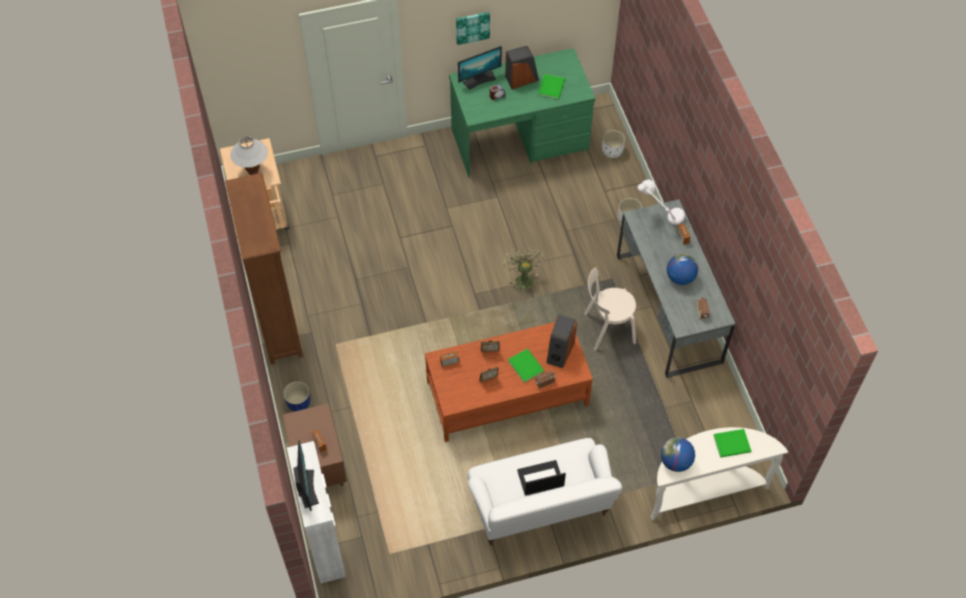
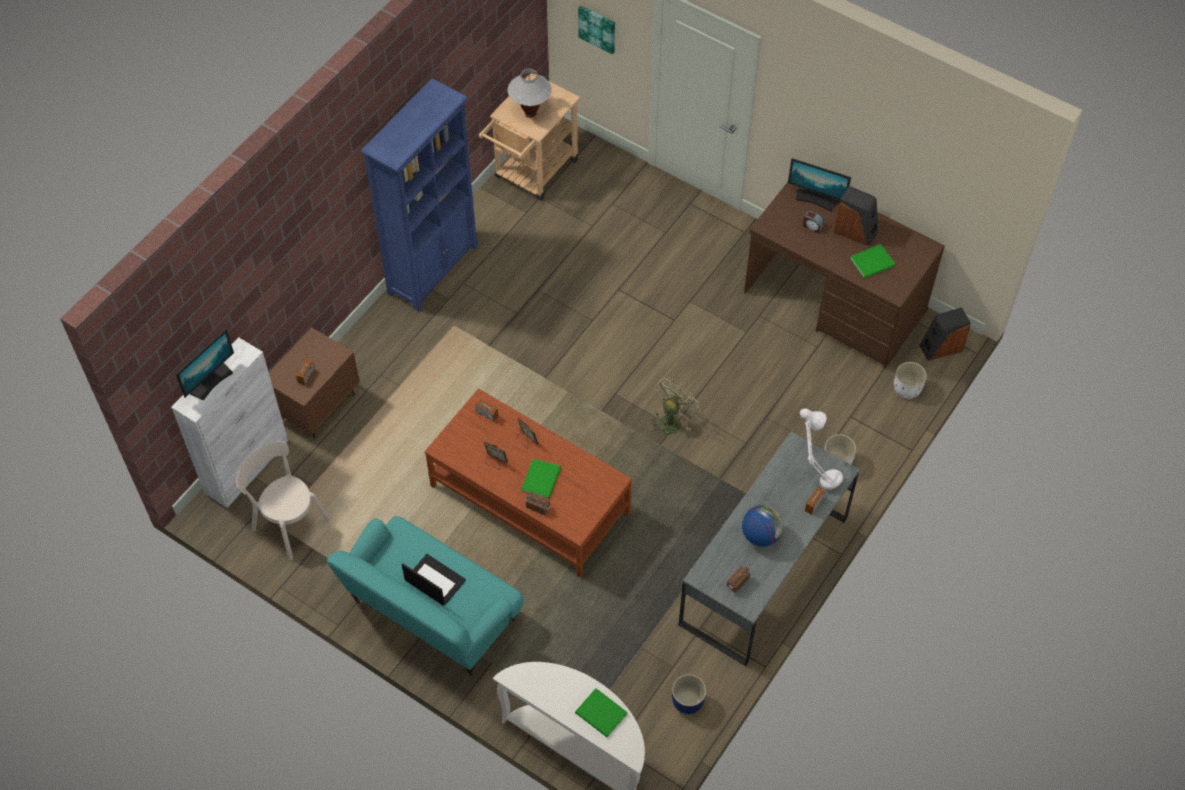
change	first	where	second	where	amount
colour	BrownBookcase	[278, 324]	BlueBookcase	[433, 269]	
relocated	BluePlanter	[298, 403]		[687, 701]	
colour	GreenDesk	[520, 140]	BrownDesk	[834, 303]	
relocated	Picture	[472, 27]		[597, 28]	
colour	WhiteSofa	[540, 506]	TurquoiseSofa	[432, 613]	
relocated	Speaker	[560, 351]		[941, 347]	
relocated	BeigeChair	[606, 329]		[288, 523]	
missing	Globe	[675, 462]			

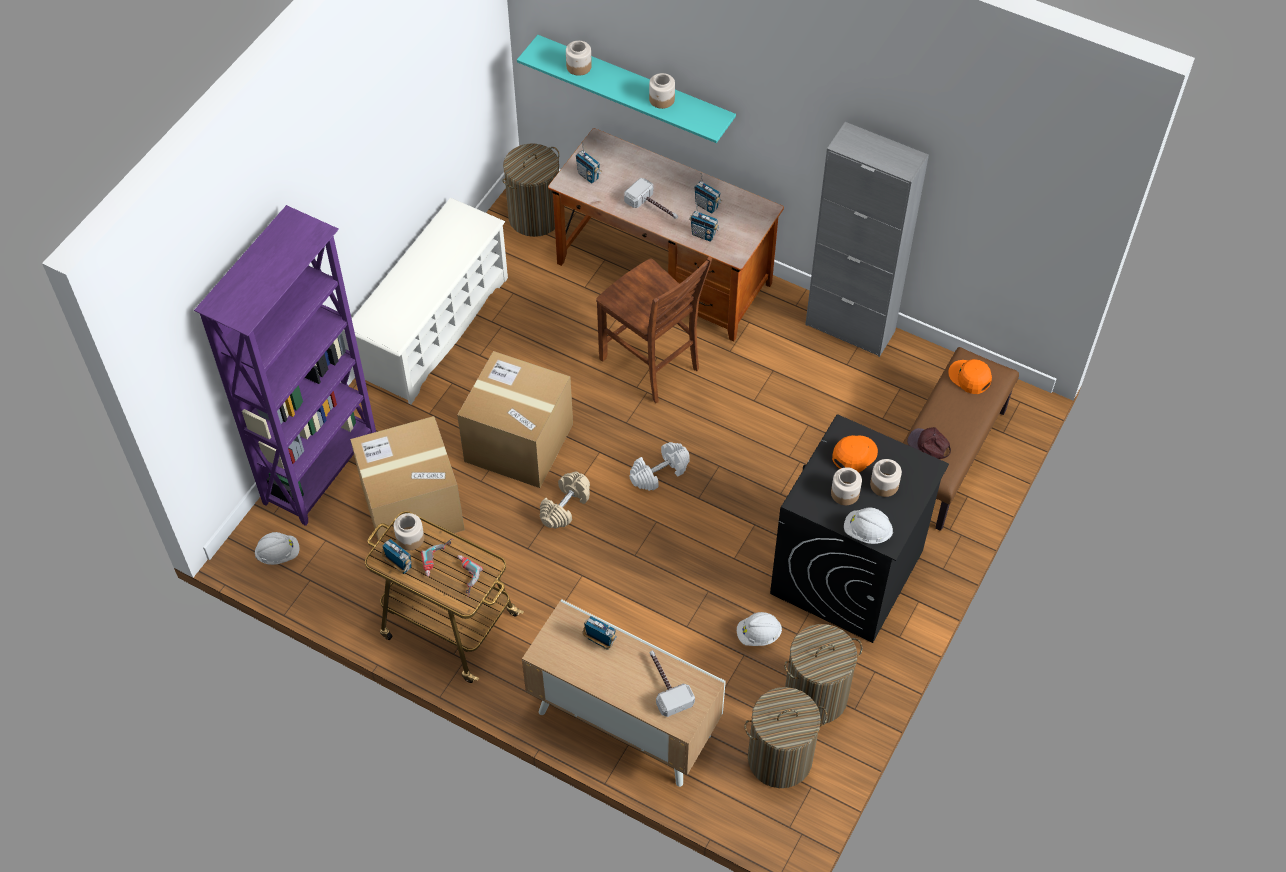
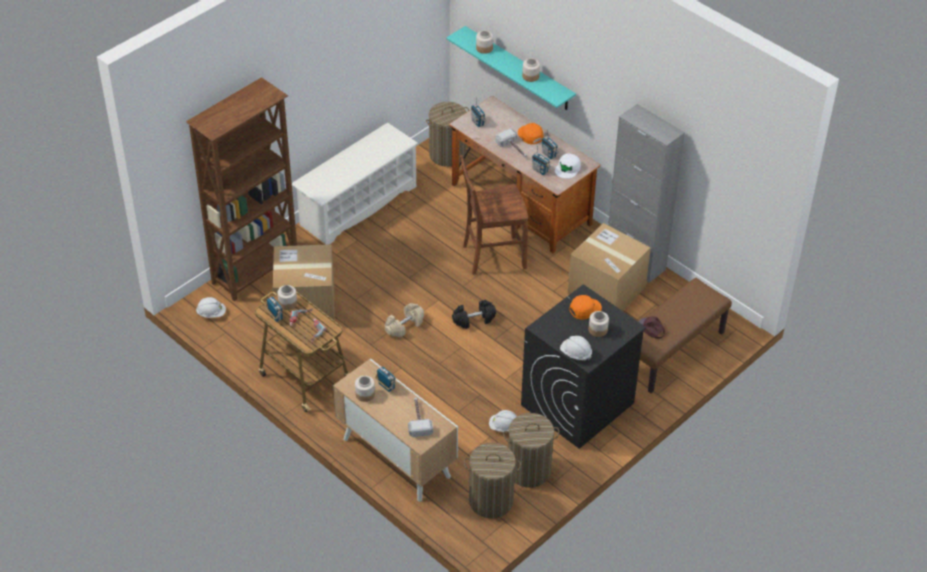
change	first	where	second	where	amount
colour	PurpleBookcase	[322, 468]	BrownBookcase	[256, 271]	
relocated	CardboardBox	[519, 442]		[606, 290]	
spun	BrownChair	[651, 365]		[492, 256]	105 degrees clockwise
colour	WhiteDumbbell	[659, 473]	BlackDumbbell	[474, 320]	
relocated	Jar	[845, 493]		[365, 394]	
relocated	OrangeCap	[970, 377]		[530, 135]	
appeared			WhiteCap	[568, 168]	

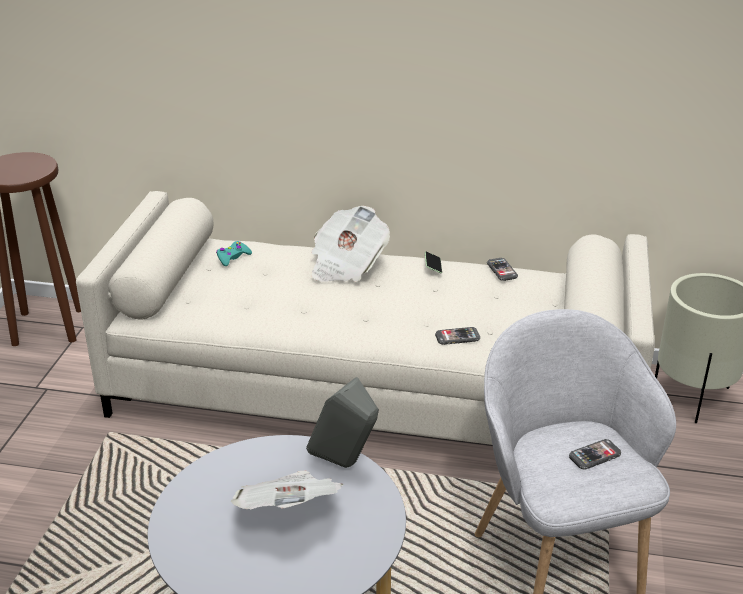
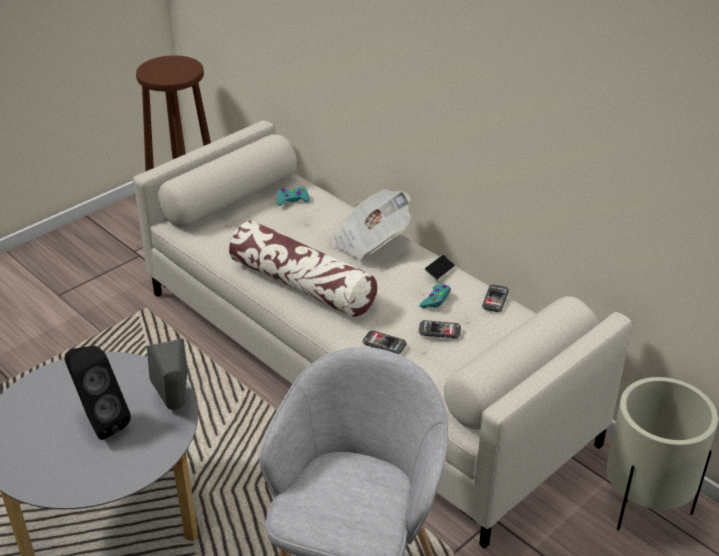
change	first	where	second	where	amount
exchanged	Newspaper	[289, 512]	BlackSpeaker	[100, 422]	
relocated	Phone	[594, 456]		[439, 330]	
appeared			Pillow	[302, 285]	
appeared			TurquoiseGameController	[436, 300]	

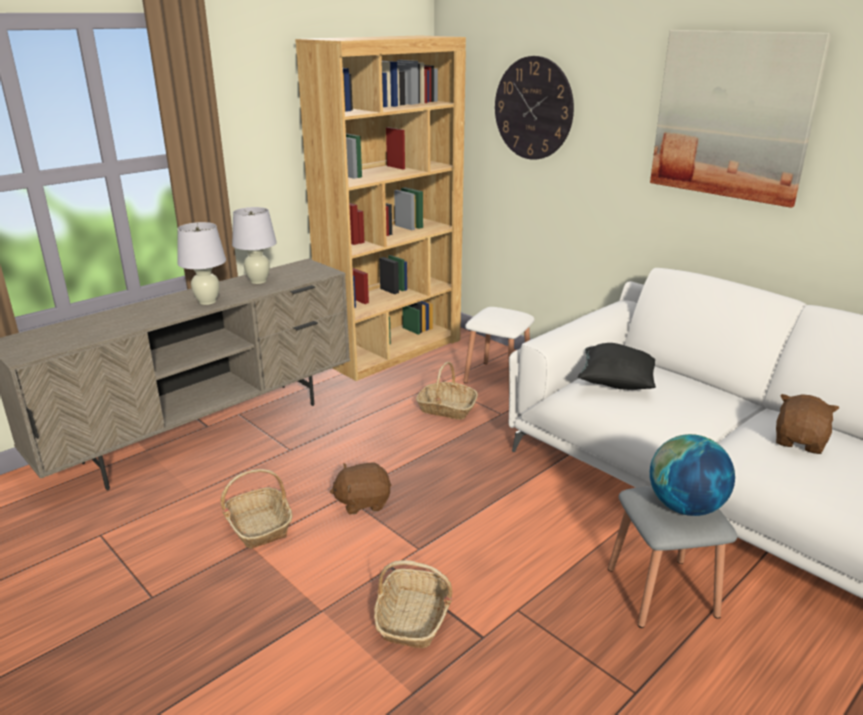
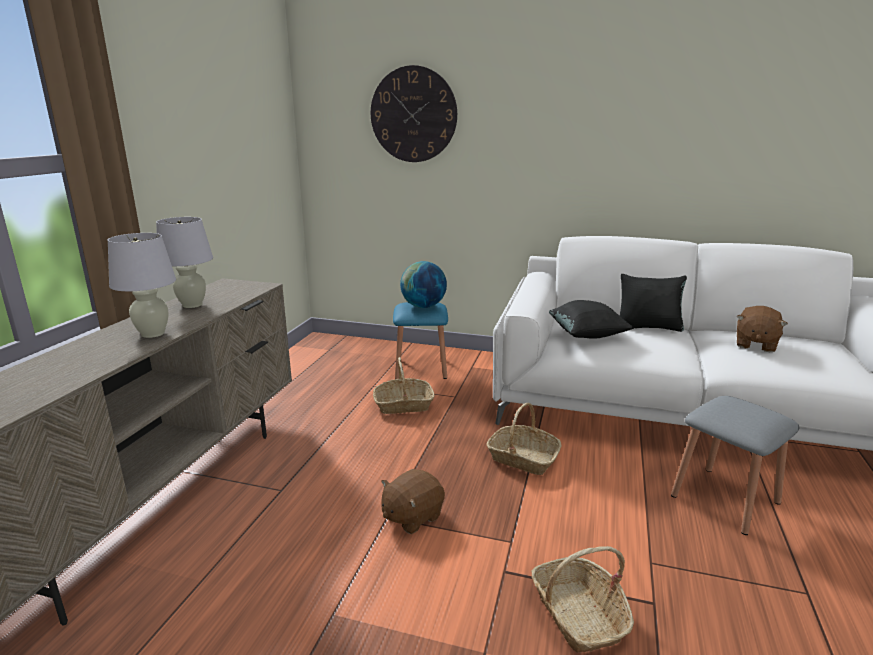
change	first	where	second	where	amount
relocated	Basket	[259, 526]		[522, 458]	
missing	BrownBookcase	[392, 350]			
colour	WhiteStool	[497, 377]	BlueStool	[421, 368]	
missing	Picture	[732, 115]			
relocated	Globe	[685, 507]		[423, 306]	
spun	BrownPlushToy	[800, 442]		[755, 344]	150 degrees counterclockwise
appeared			BlackPillow	[649, 327]	

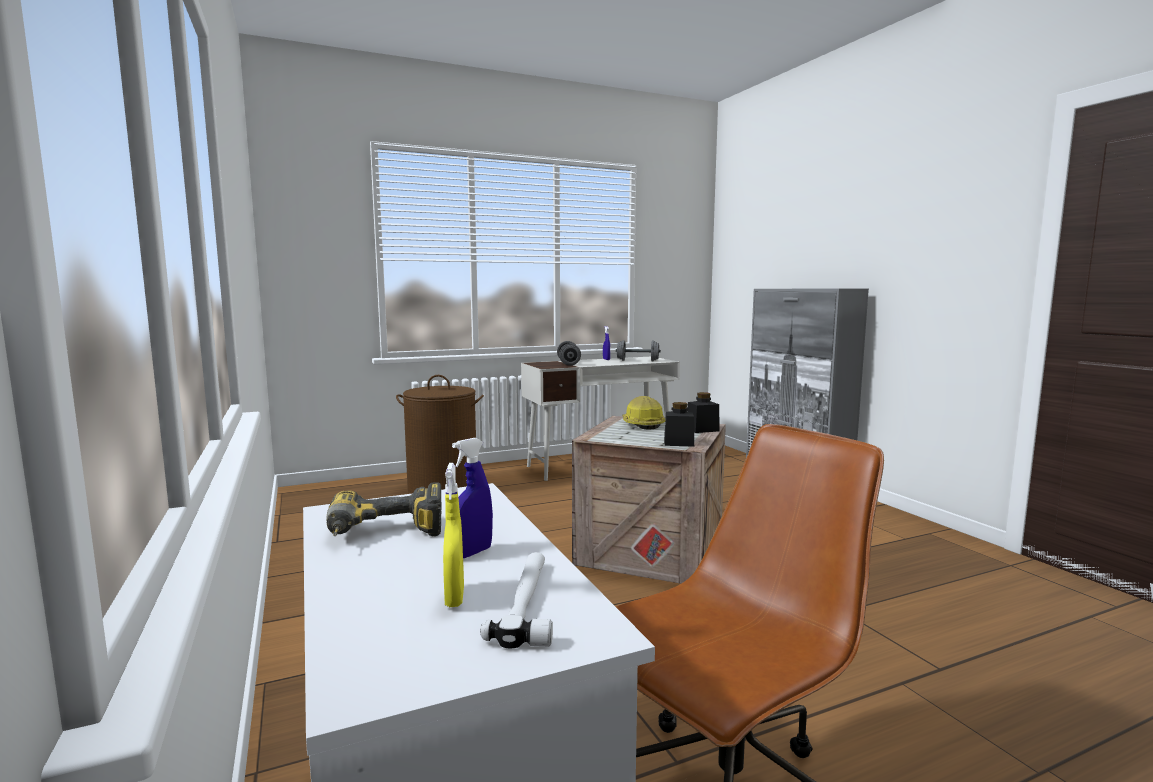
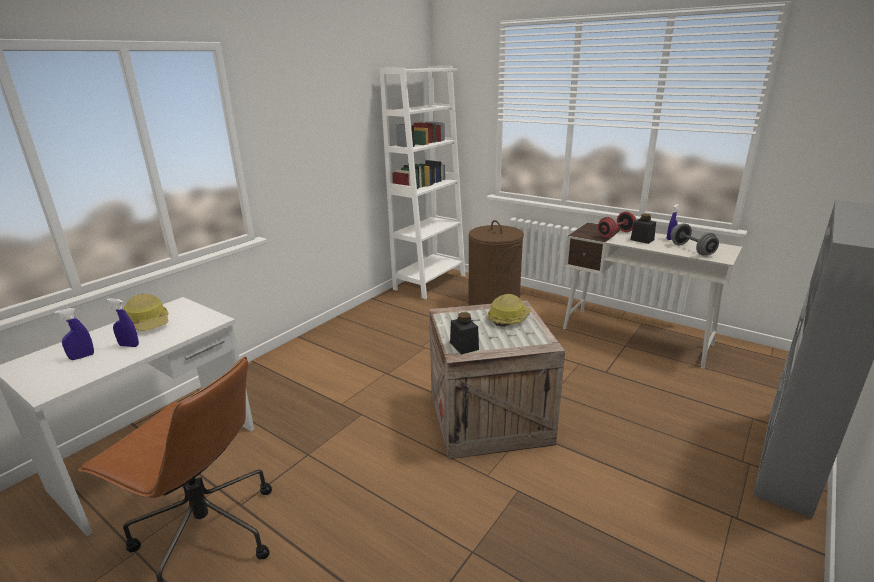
change	first	where	second	where	amount
exchanged	PowerDrill	[385, 535]	HardHat	[149, 323]	
colour	YellowSprayBottle	[454, 597]	BlueSprayBottle	[82, 357]	
missing	Hammer	[528, 602]			
colour	GreyDumbbell	[568, 363]	RedDumbbell	[615, 234]	
relocated	BlackJar	[702, 429]		[642, 240]	
appeared			WhiteBookcase	[430, 282]	

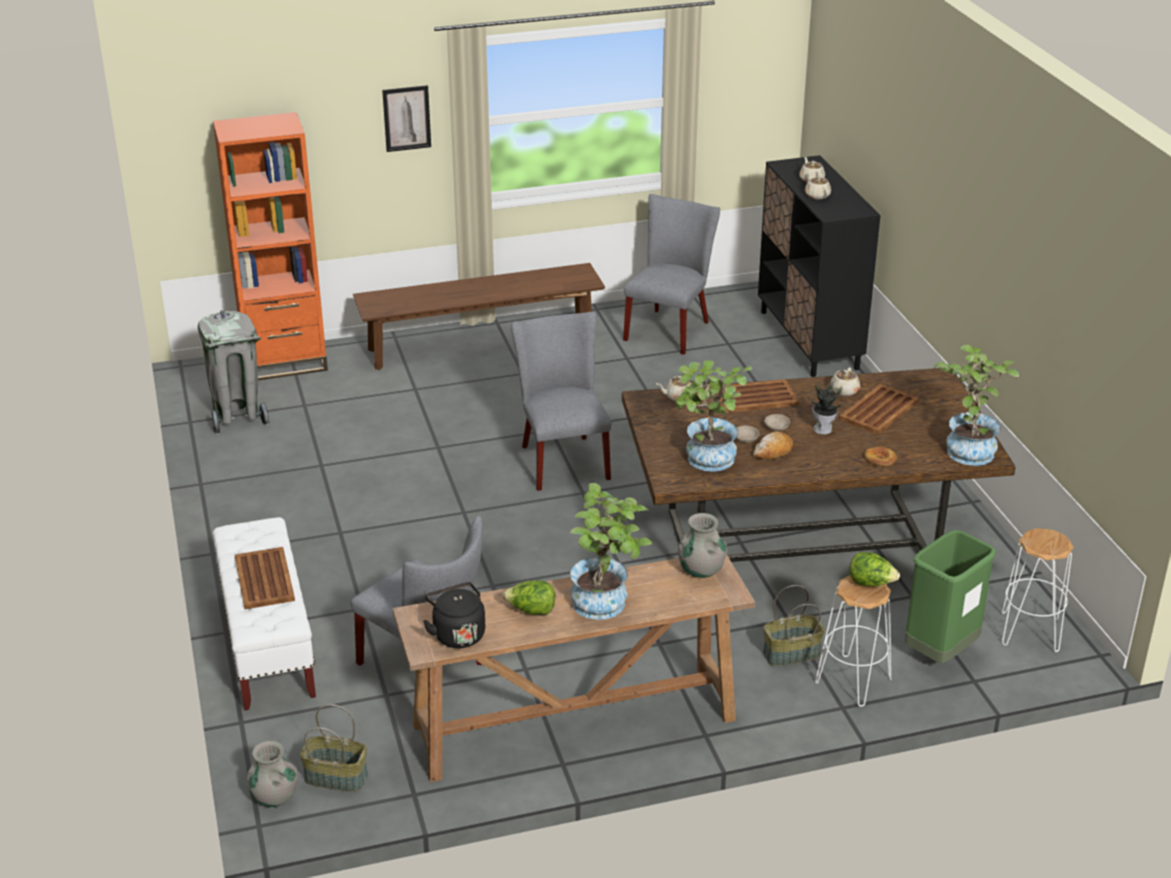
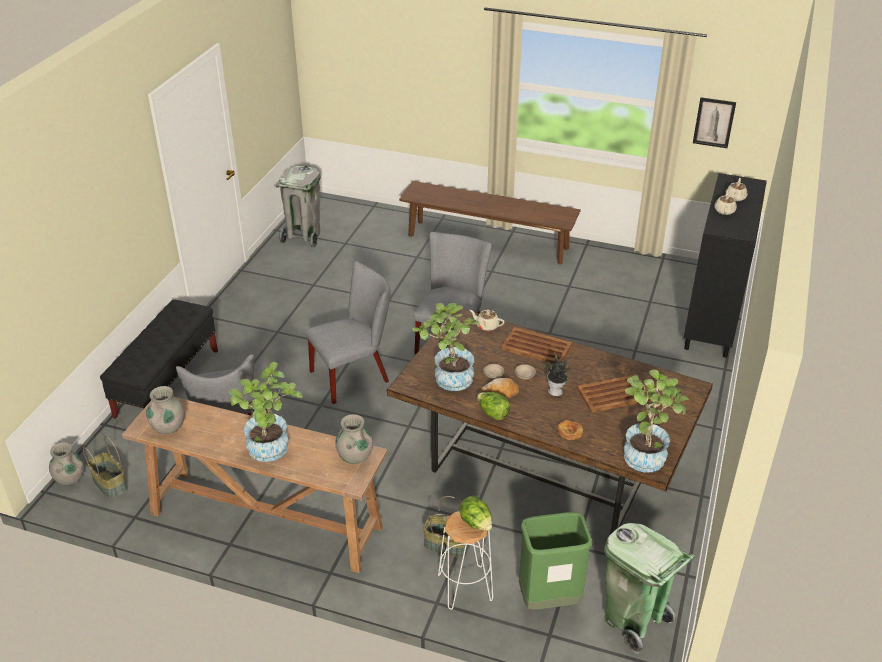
change	first	where	second	where	amount
colour	WhiteBench	[268, 644]	BlackBench	[167, 383]	
missing	OrangeBookcase	[285, 363]			
missing	BrownTray	[264, 578]			
relocated	Picture	[406, 118]		[714, 122]	
exchanged	BlackKettle	[457, 634]	GreyVase	[168, 427]	
relocated	Lettuce	[531, 611]		[492, 414]	
relocated	GreyChair	[670, 328]		[354, 375]	
missing	BeigeTeapot	[844, 391]			
exchanged	WhiteStool	[1030, 632]	GreenTrashCan	[633, 620]	

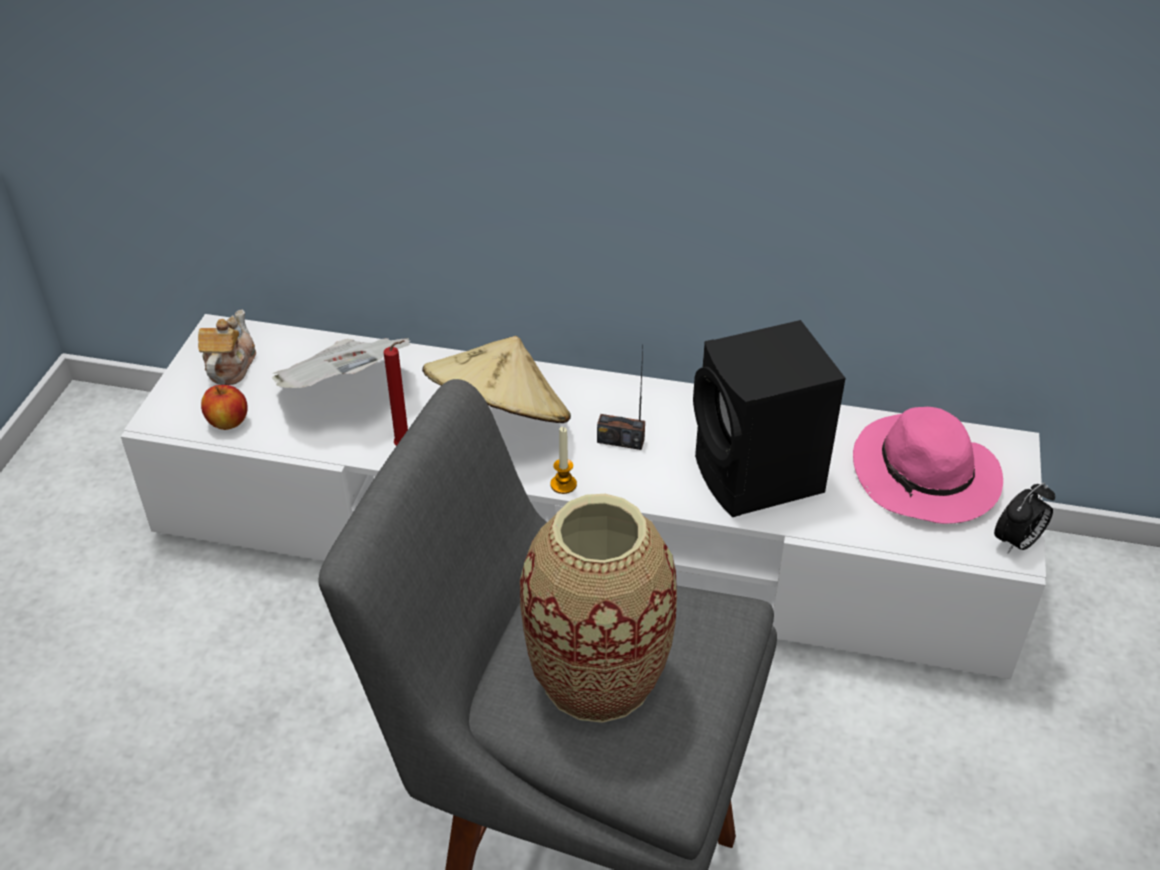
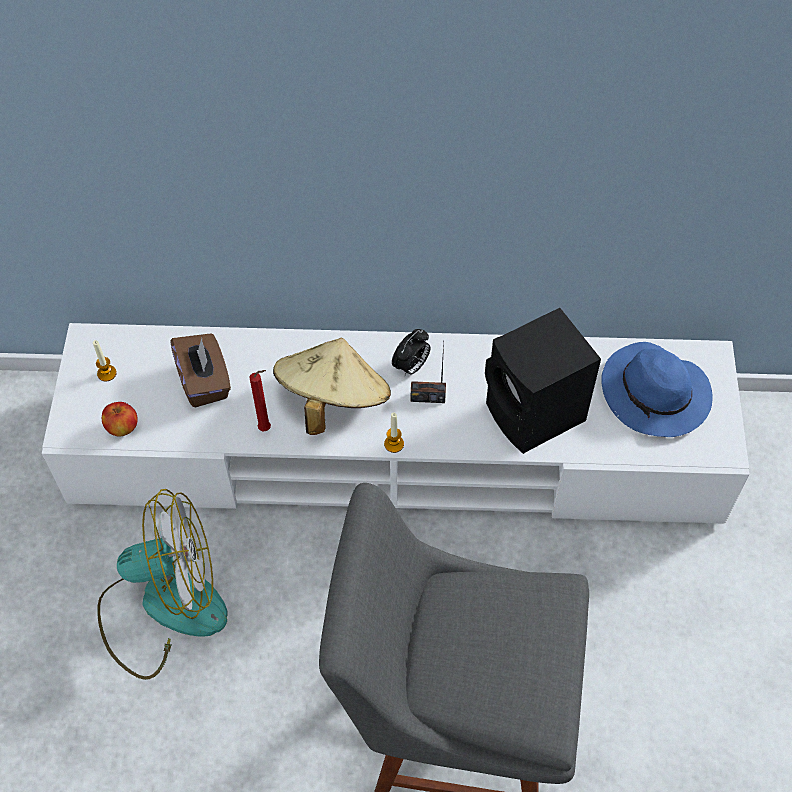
change	first	where	second	where	amount
exchanged	Teapot	[230, 366]	Candle	[107, 373]	
exchanged	Newspaper	[345, 389]	BrownTissueBox	[205, 381]	
missing	Vase	[596, 676]			
colour	PinkHat	[926, 477]	BlueHat	[656, 395]	
relocated	AlarmClock	[1017, 543]		[411, 366]	
appeared			Fan	[163, 606]	

